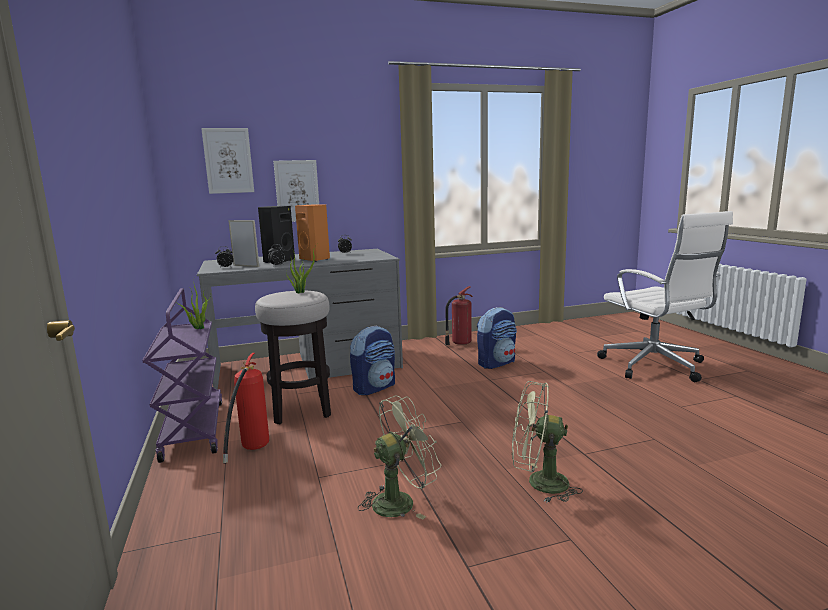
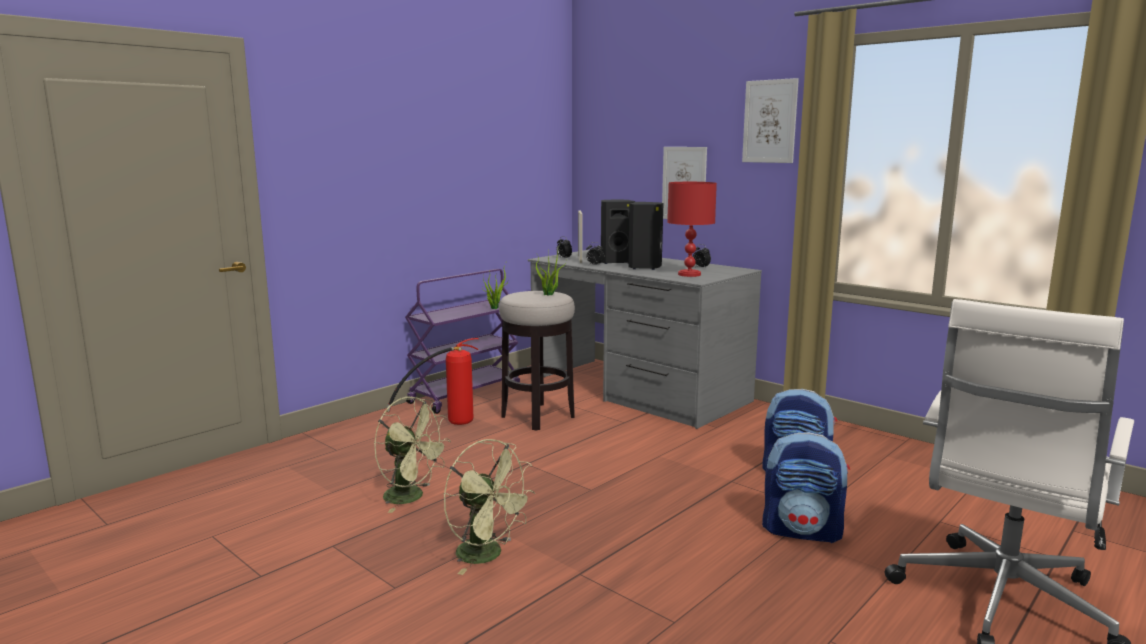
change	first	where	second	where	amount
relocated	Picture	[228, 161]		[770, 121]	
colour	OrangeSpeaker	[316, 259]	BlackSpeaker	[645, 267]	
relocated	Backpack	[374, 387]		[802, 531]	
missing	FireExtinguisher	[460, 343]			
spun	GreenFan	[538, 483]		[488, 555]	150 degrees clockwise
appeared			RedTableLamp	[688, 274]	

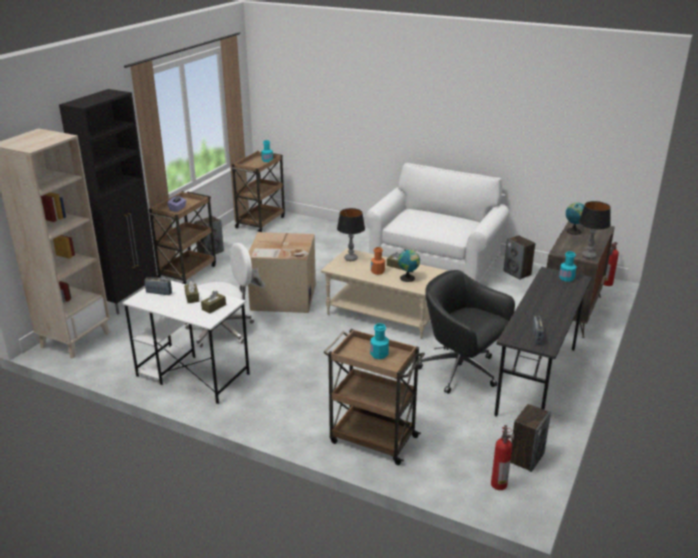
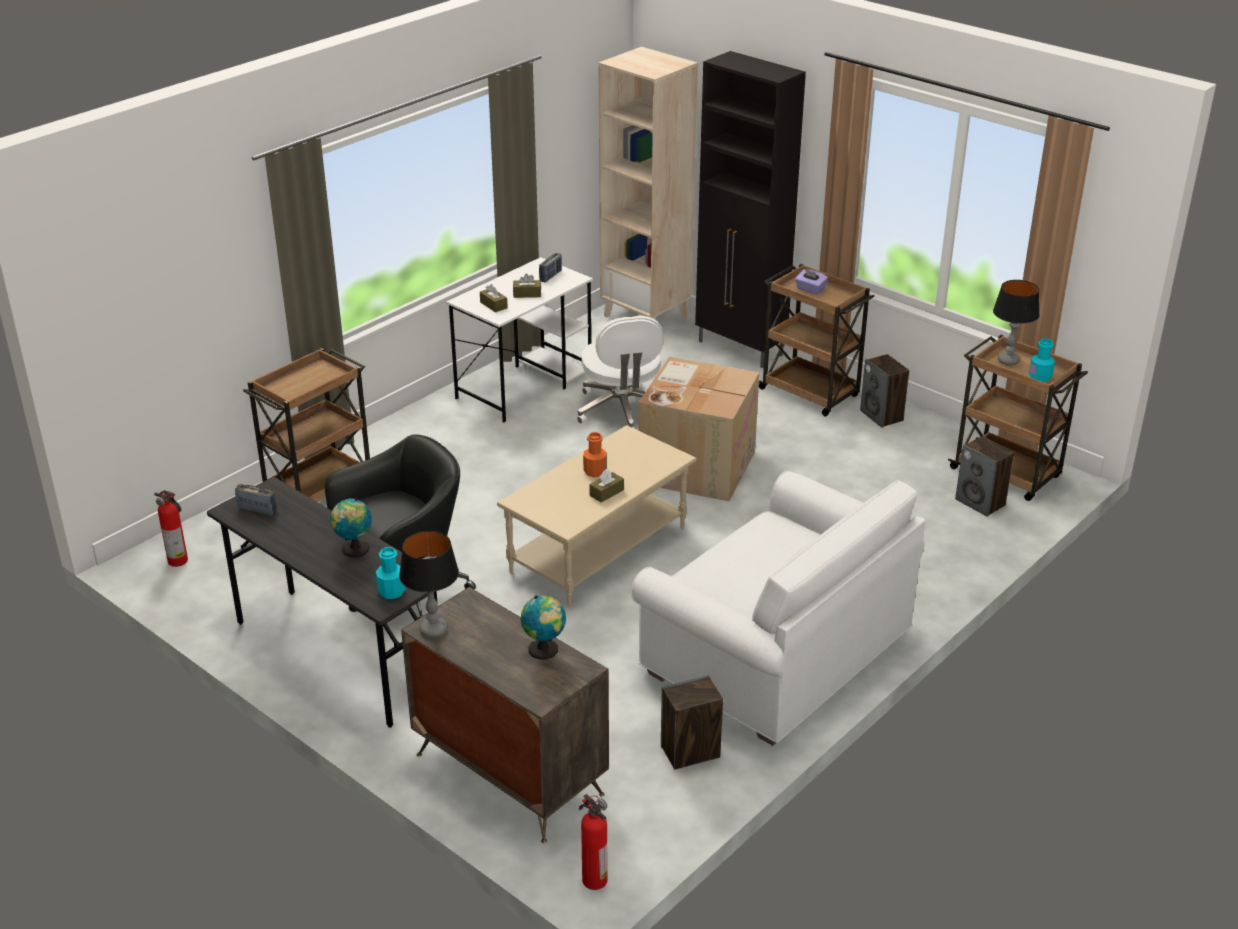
change	first	where	second	where	amount
relocated	TableLamp	[350, 258]		[1008, 361]	
missing	TurquoiseBottle	[379, 354]			
relocated	Globe	[408, 278]		[354, 550]	
relocated	Speaker	[526, 457]		[980, 502]	

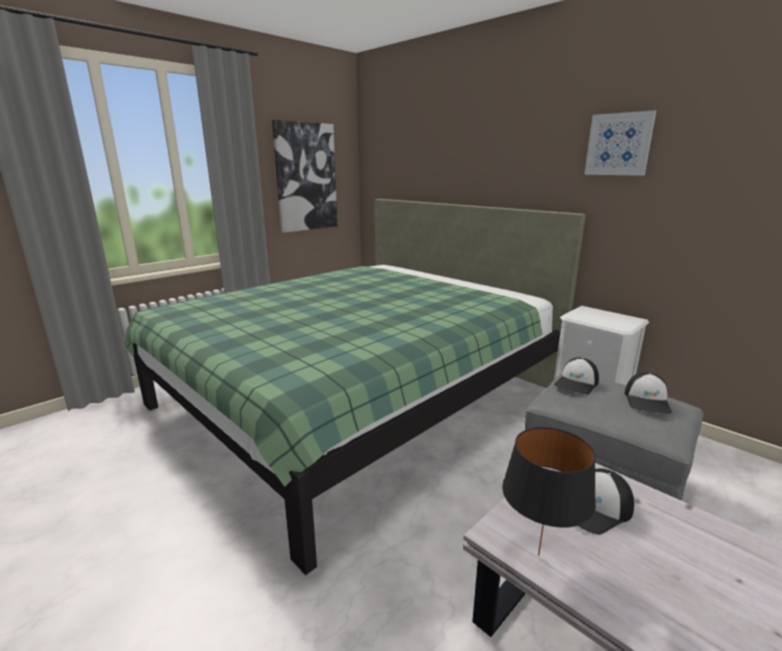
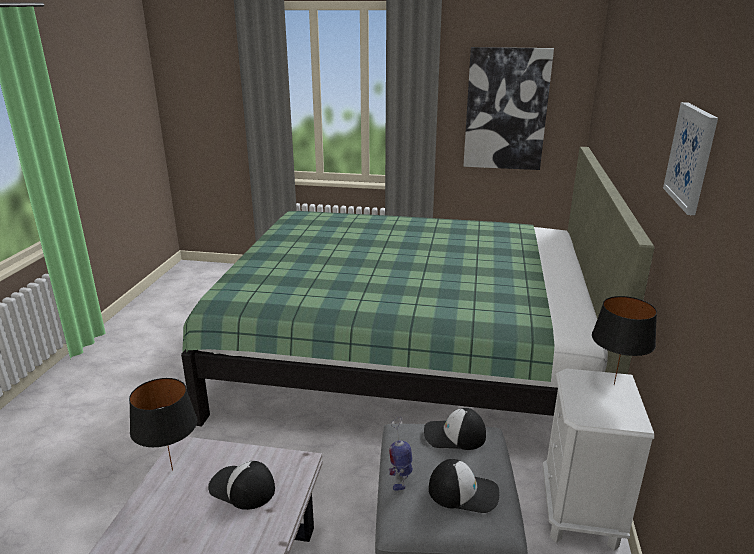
change	first	where	second	where	amount
spun	Cap	[647, 401]		[464, 491]	150 degrees counterclockwise
appeared			ToyRobot	[400, 479]	
appeared			BlackTableLamp	[613, 384]	

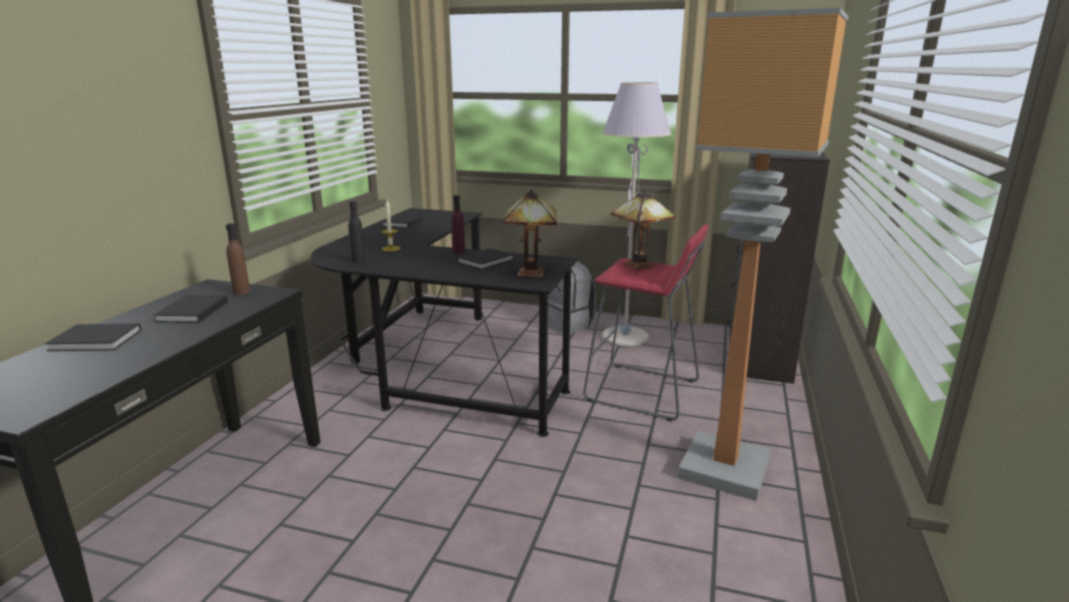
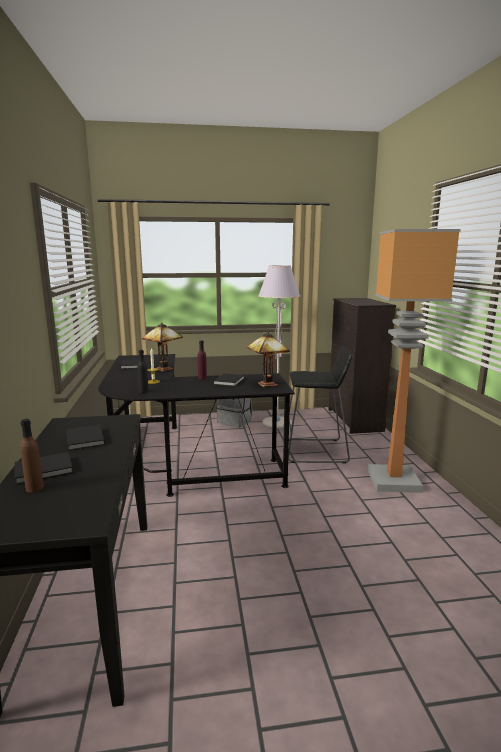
change	first	where	second	where	amount
relocated	BrownBottle	[241, 292]		[35, 488]	
colour	RedStool	[642, 391]	BlackStool	[316, 451]	
relocated	TableLamp	[641, 265]		[165, 369]	

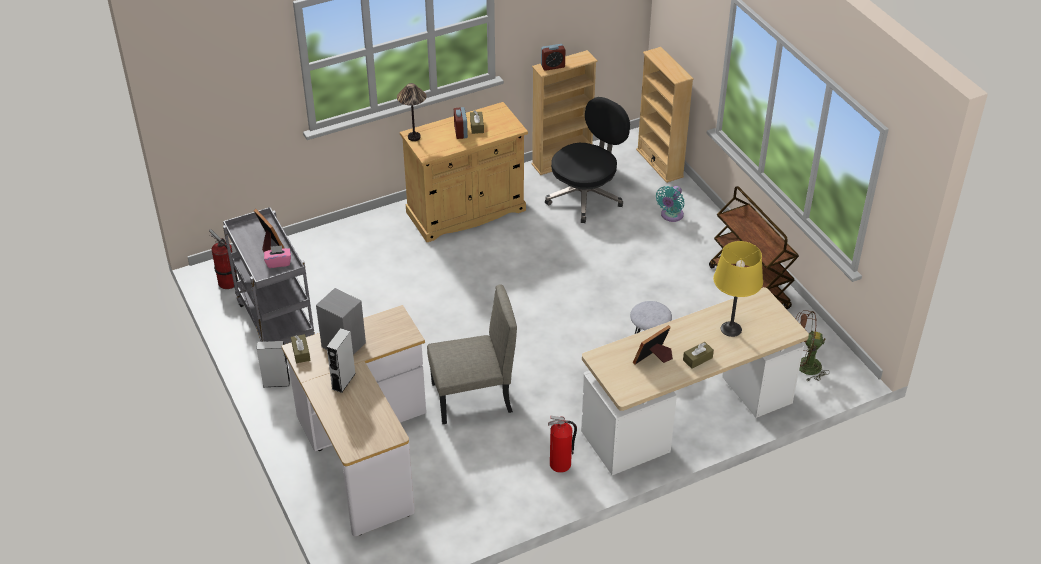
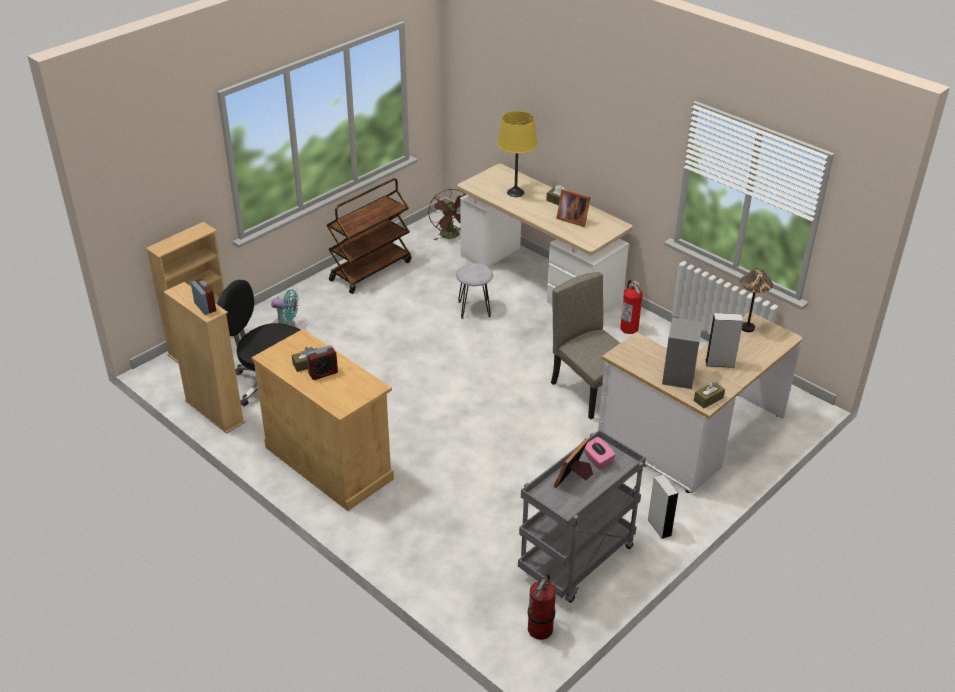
change	first	where	second	where	amount
relocated	TableLamp	[414, 137]		[747, 328]	

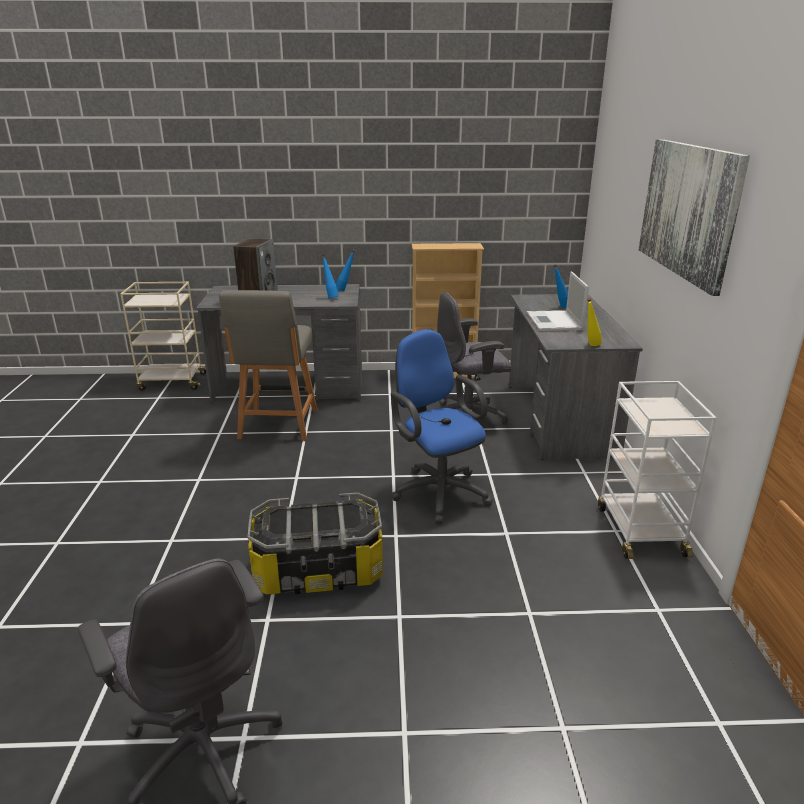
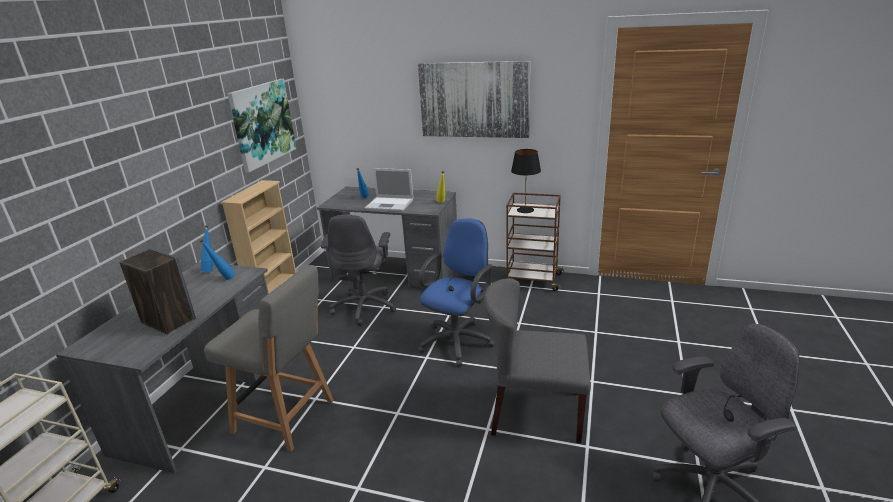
change	first	where	second	where	amount
exchanged	StorageBox	[318, 570]	GreyChair	[535, 413]	
spun	BlueOfficeChair	[437, 491]		[458, 340]	135 degrees clockwise
colour	WhiteCart	[639, 530]	BrownCart	[532, 280]	
appeared			Picture	[262, 123]	
appeared			BlackTableLamp	[525, 210]	

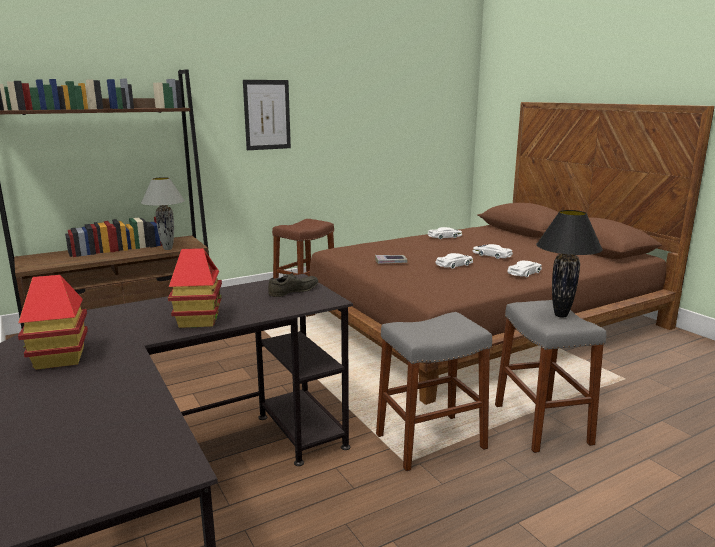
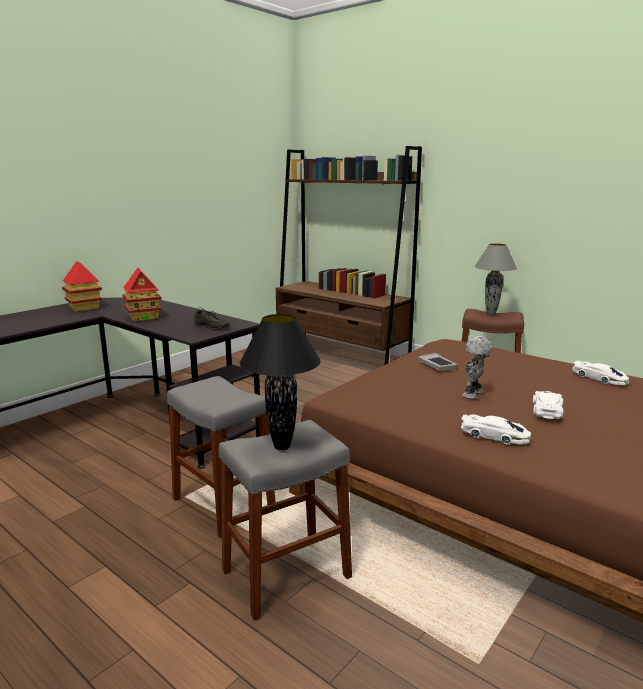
change	first	where	second	where	amount
relocated	GreyTableLamp	[167, 249]		[490, 314]	
missing	Picture	[267, 115]			
exchanged	WhiteToyCar	[454, 264]	ToyRobot	[473, 394]	

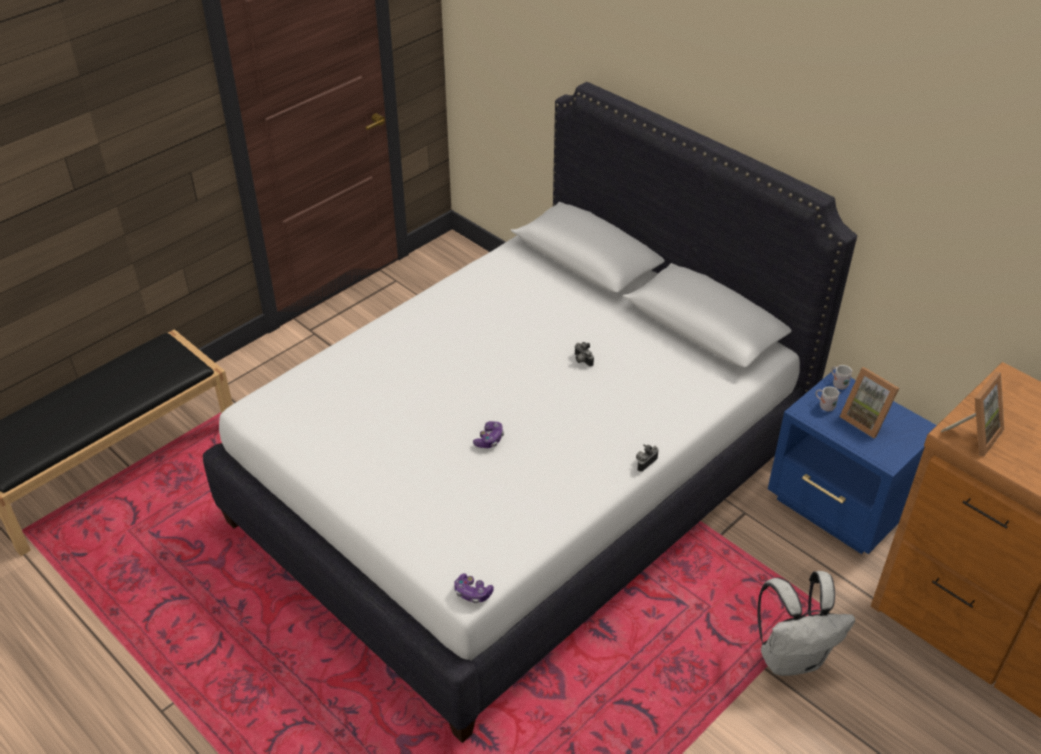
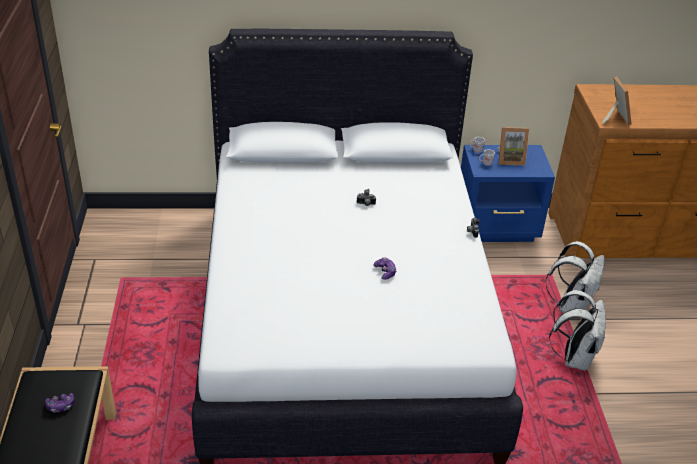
change	first	where	second	where	amount
relocated	GameController	[472, 593]		[61, 406]	
appeared			WhiteBackpack	[574, 357]	

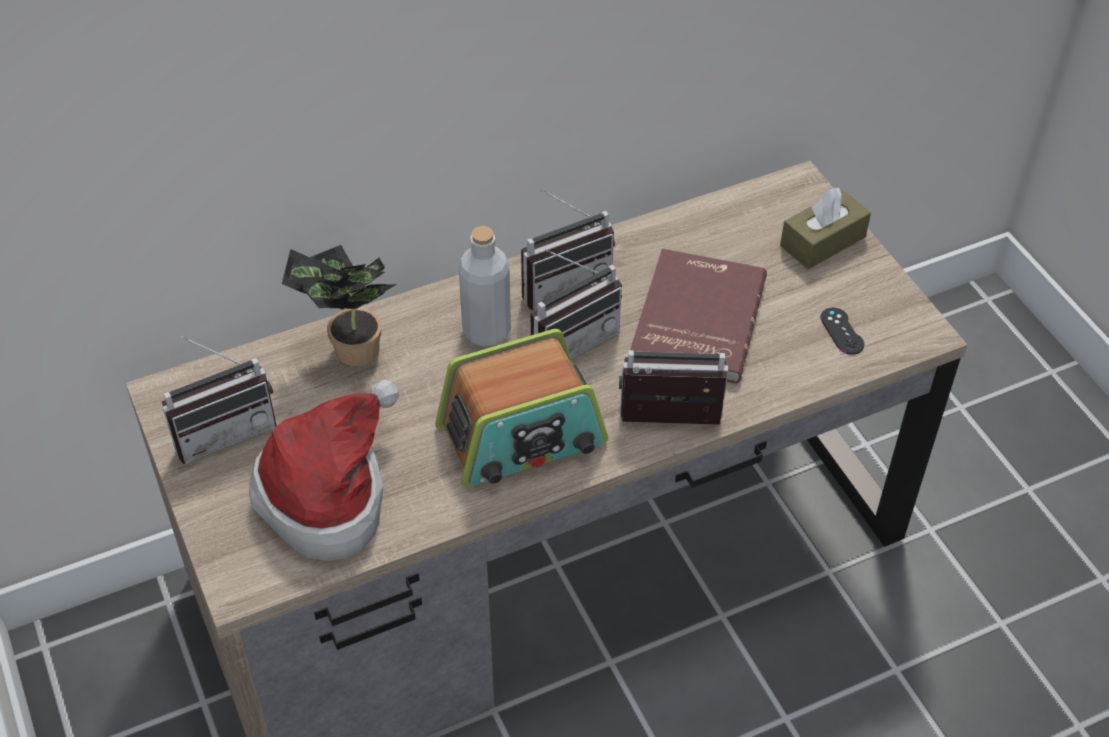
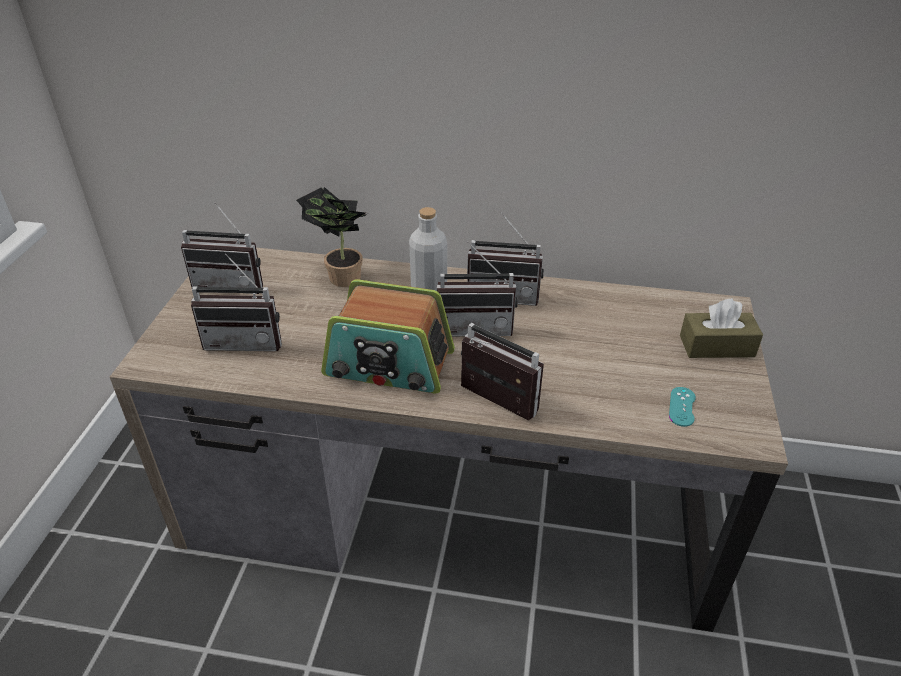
change	first	where	second	where	amount
exchanged	Hat	[329, 494]	Radio	[246, 341]	
missing	RedBook	[695, 319]			
colour	BlackGameController	[842, 331]	TurquoiseGameController	[682, 406]	

